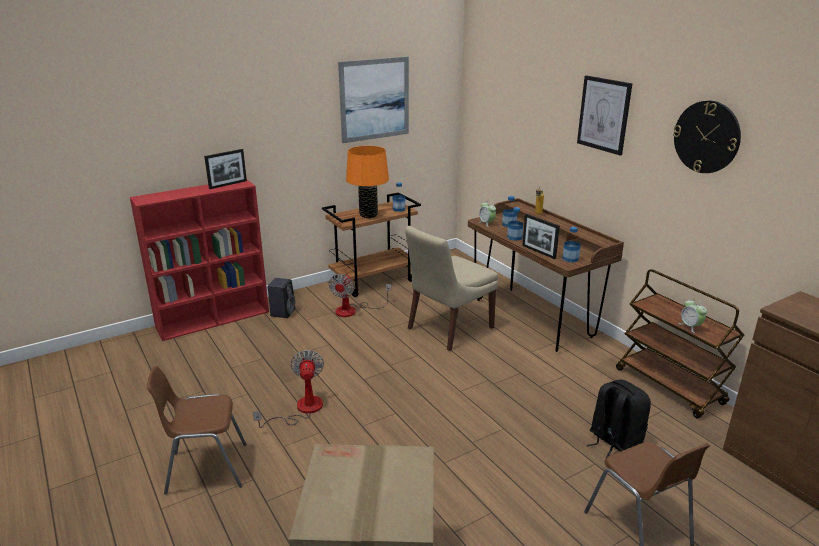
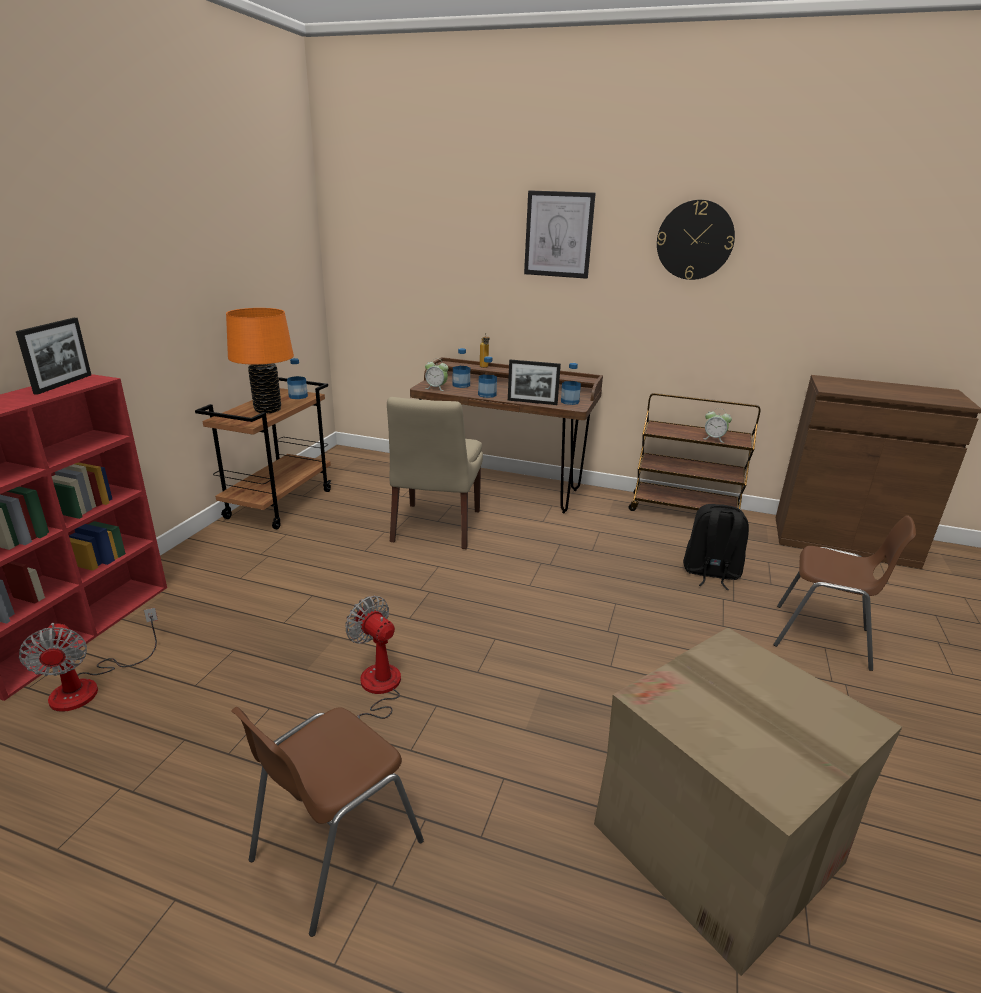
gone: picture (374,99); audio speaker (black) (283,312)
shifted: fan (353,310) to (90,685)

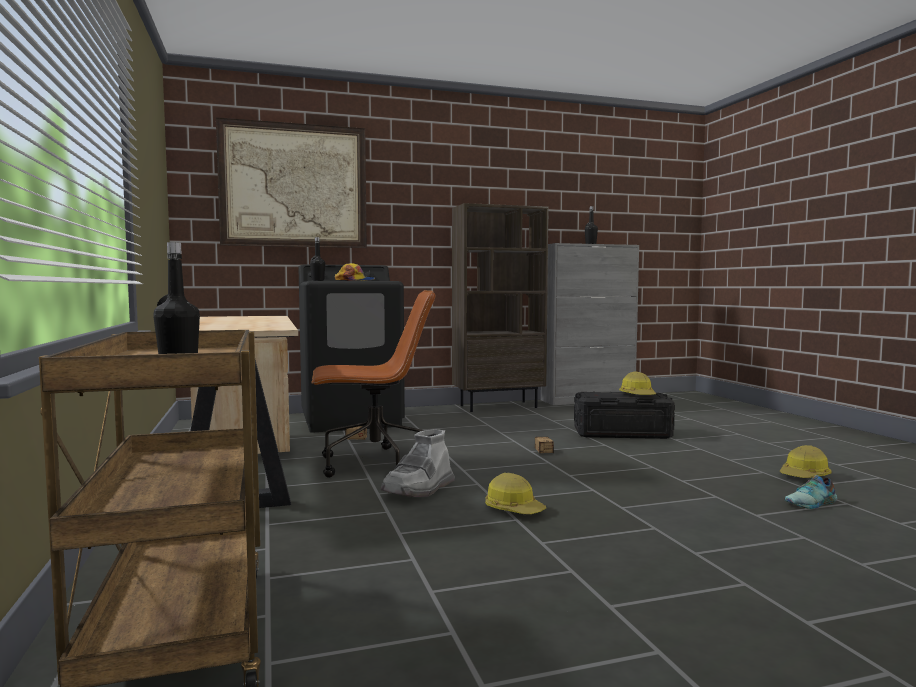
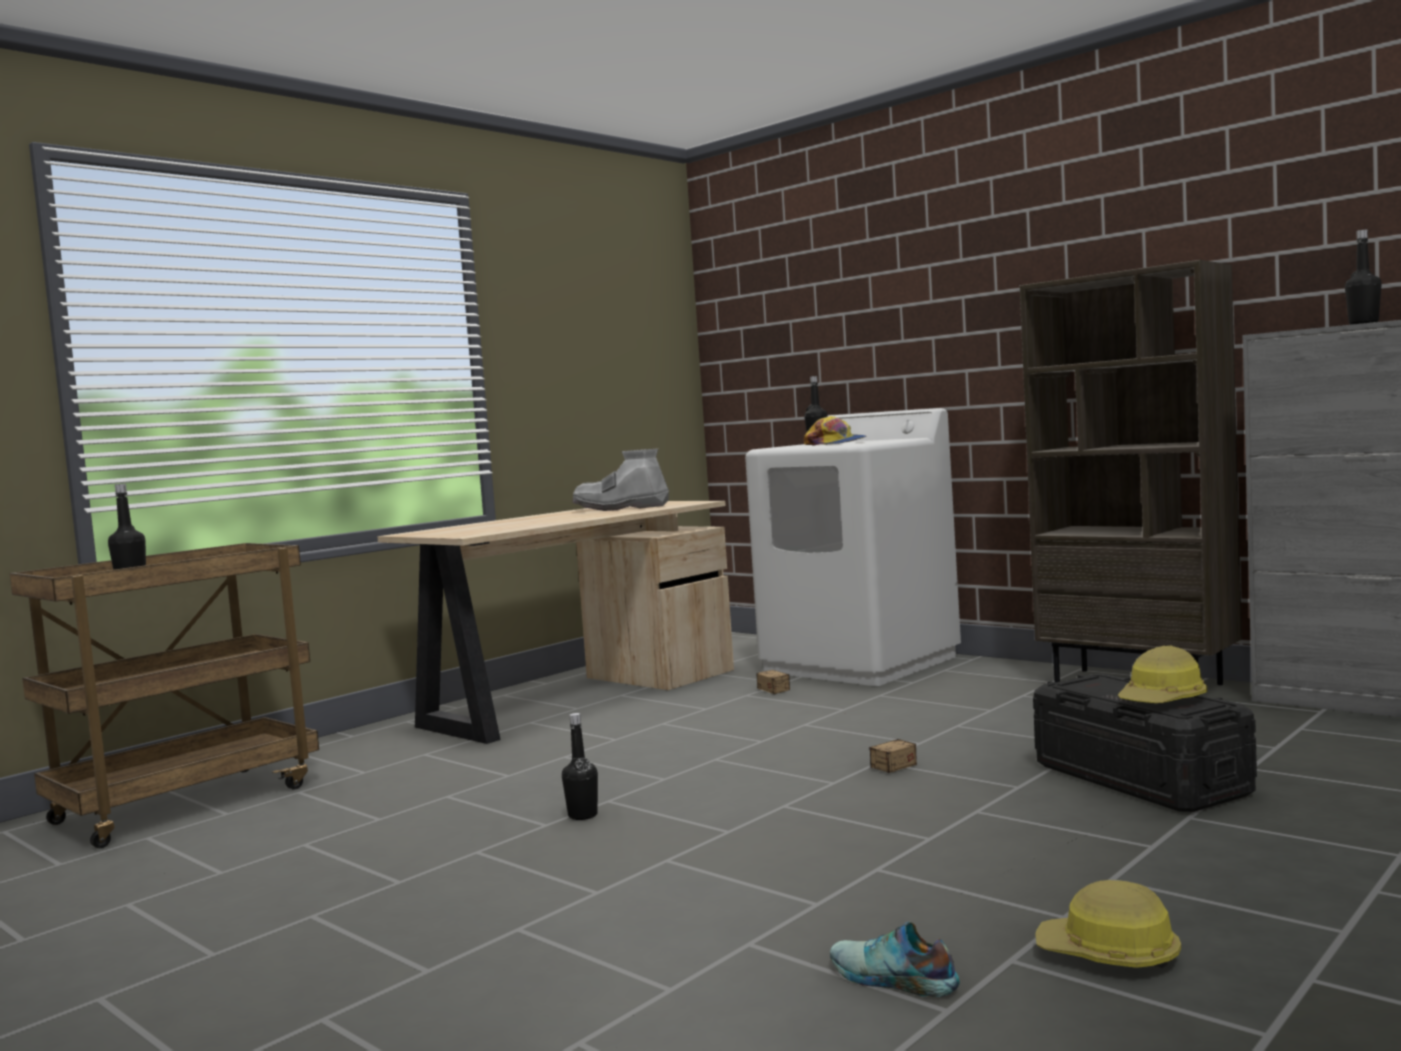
gone: picture (294,185); desk chair (brown) (373,464)
shifted: tall boot (greyish) (419,489) to (620,508)
swapped: safety helmet (514,509) to bottle (black) (583,815)
repainted: laundry machine (black) (352,420) to laundry machine (whitish) (860,664)

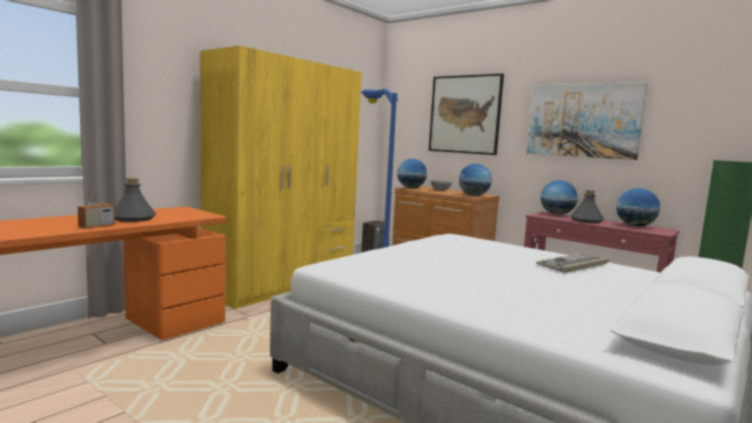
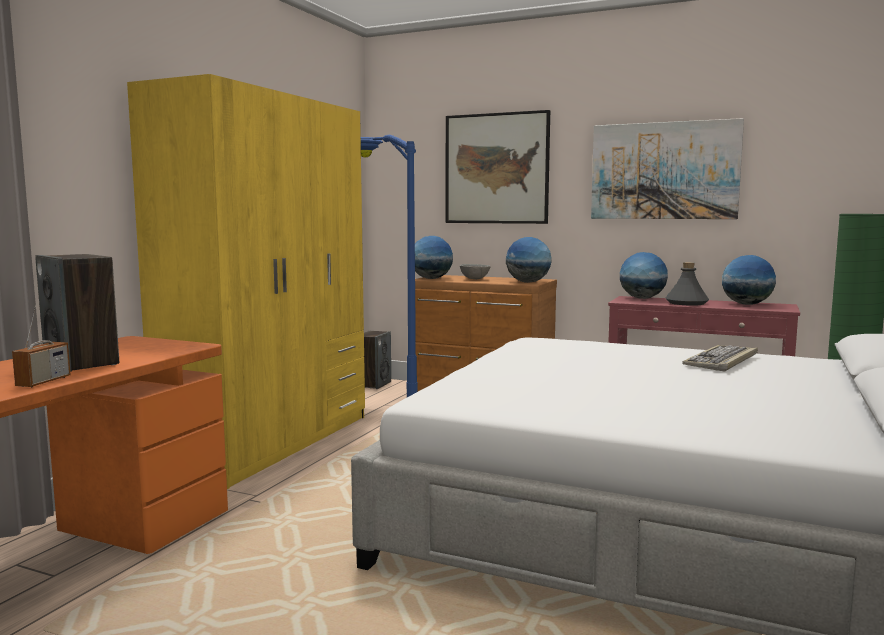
swapped: bottle (greyish) (133,218) to audio speaker (82,363)

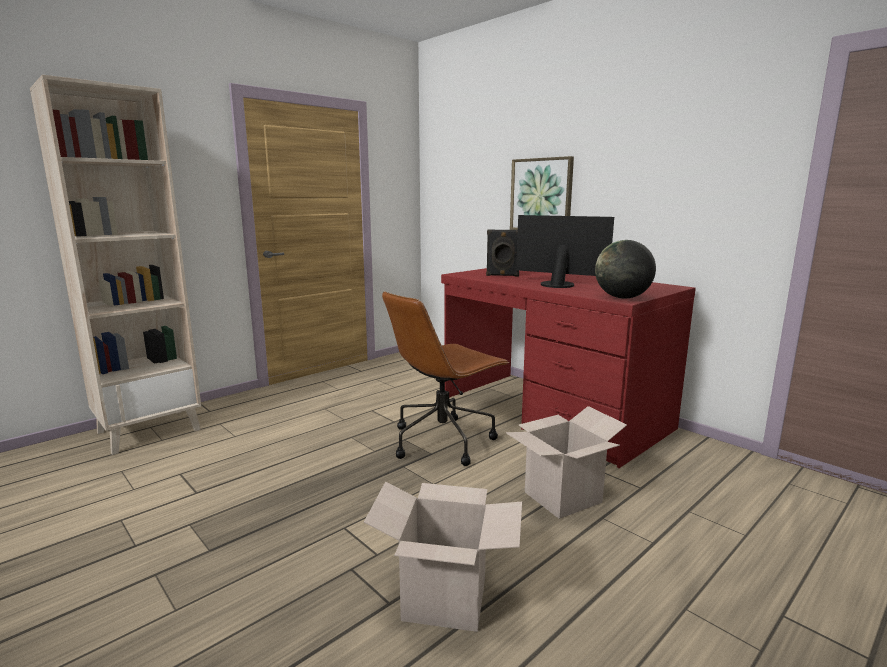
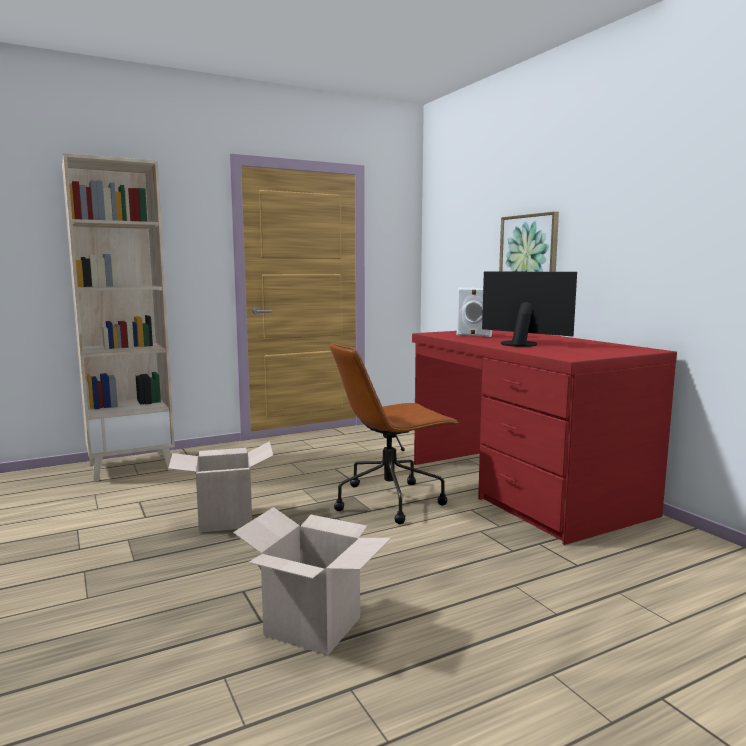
gone: desk globe (622,298)
shifted: packing box (562,497) to (225,520)
repainted: audio speaker (black) (502,275) to audio speaker (whitish) (473,335)

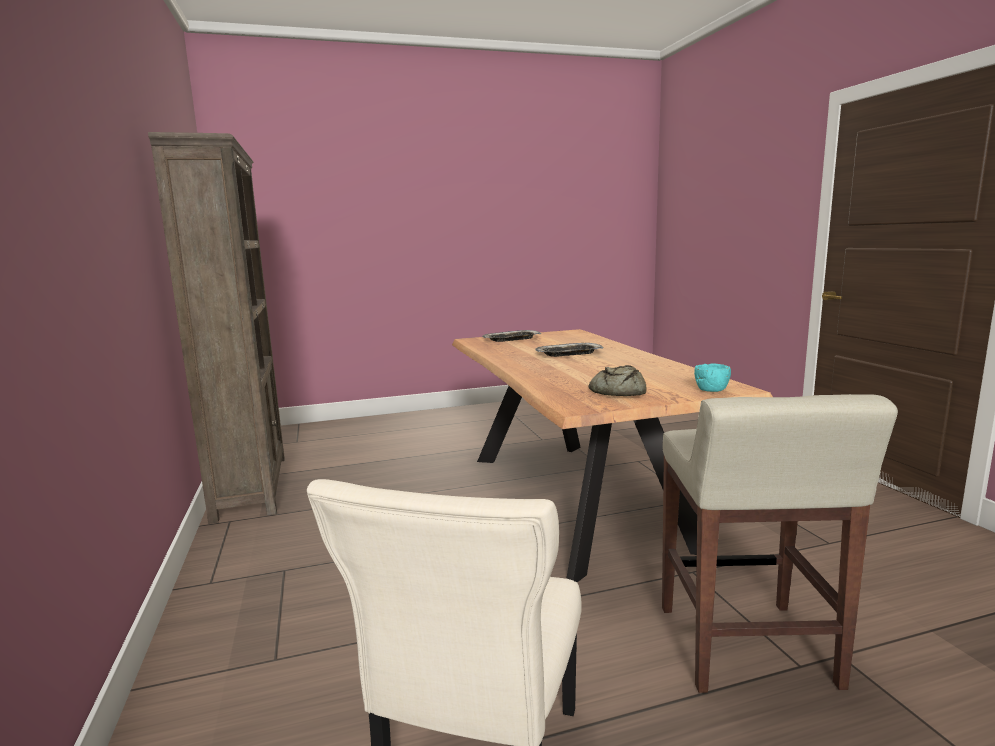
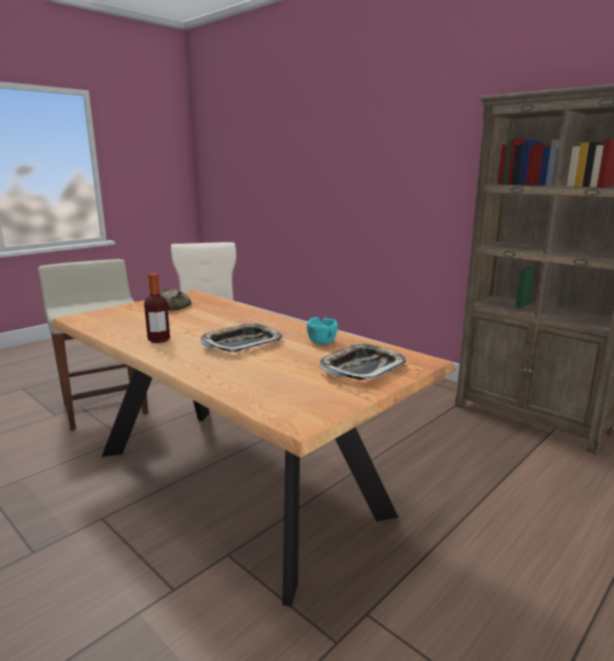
new: bottle (159,340)
shifted: deep dish (blue-green) (711,390) to (321,342)

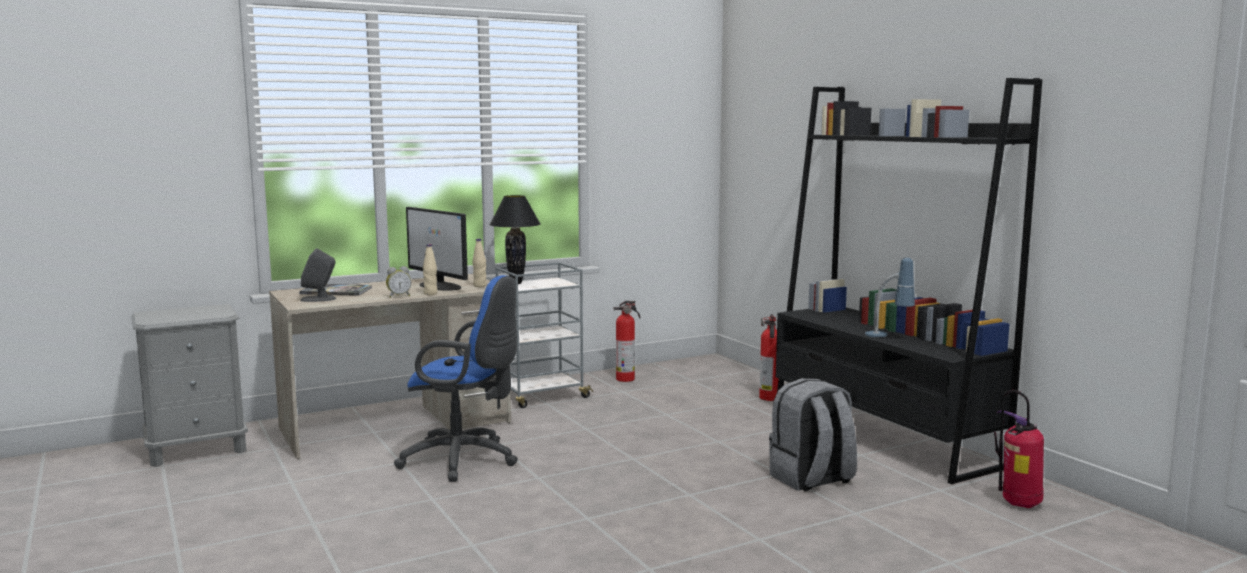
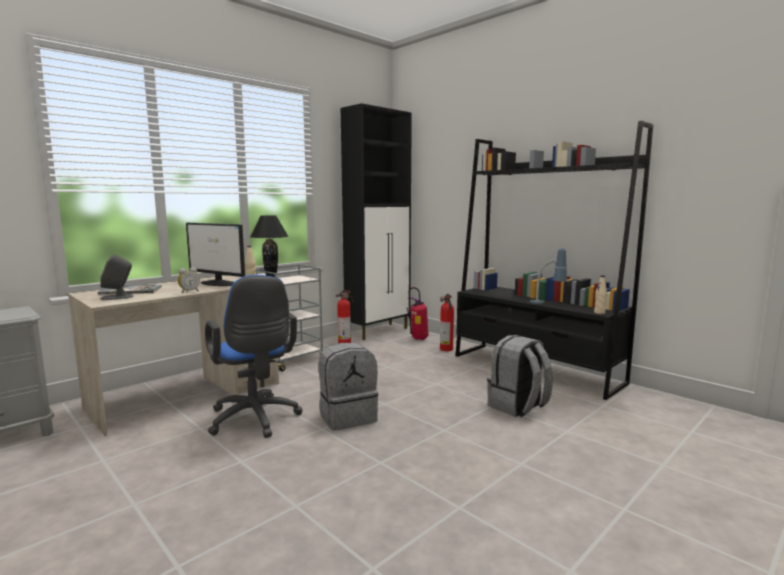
new: cupboard (black) (378,331); rucksack (greyish) (348,417)
shifted: bottle (sand-coloured) (430,294) to (599,313); extinguisher (1018,504) to (418,339)
rotated: desk chair (blue-coloured) (465,460) = (255,420) 60 degrees clockwise

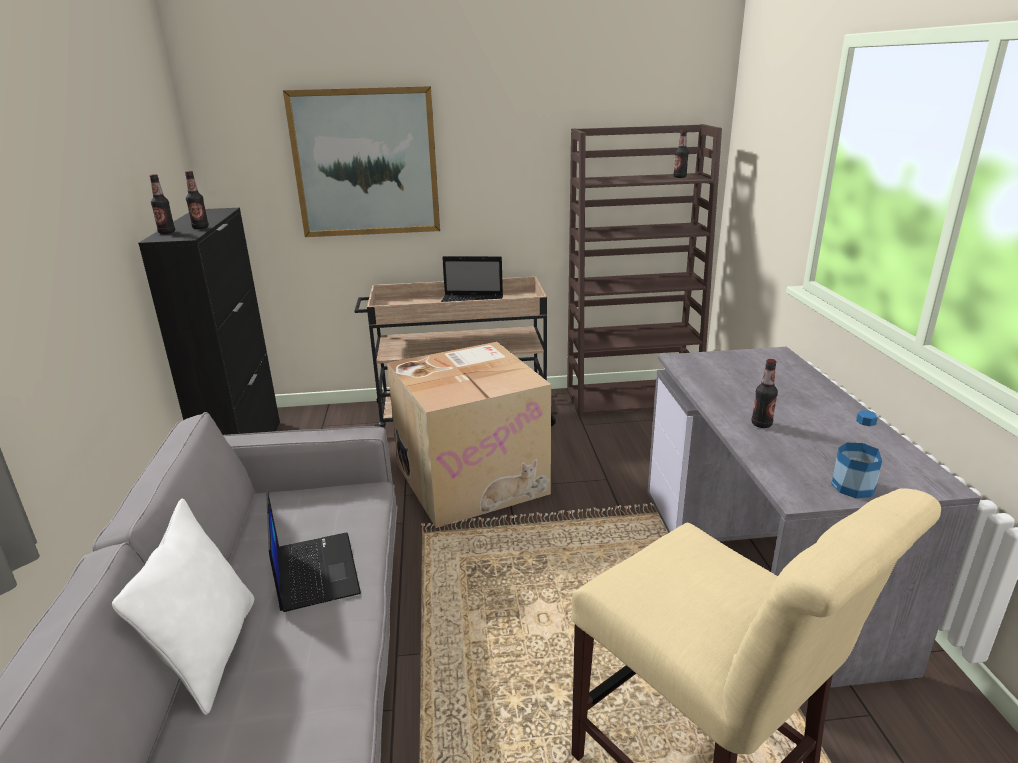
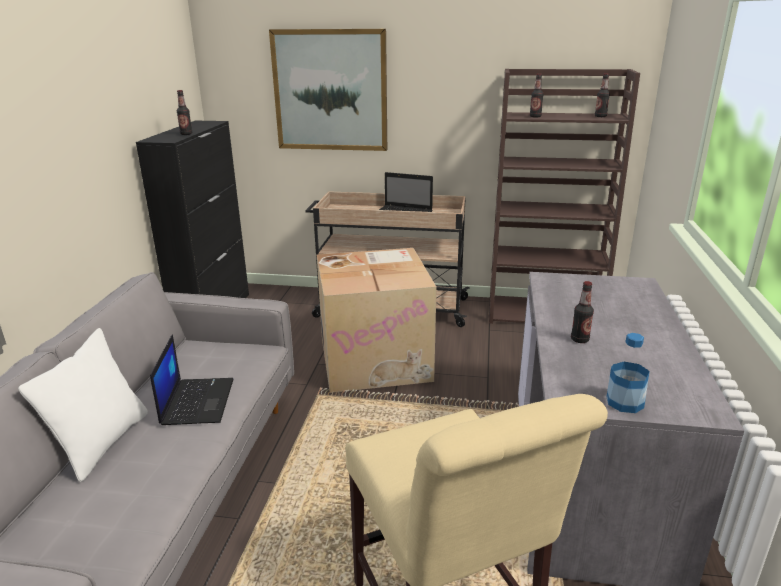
shifted: bottle (167,232) to (535,116)

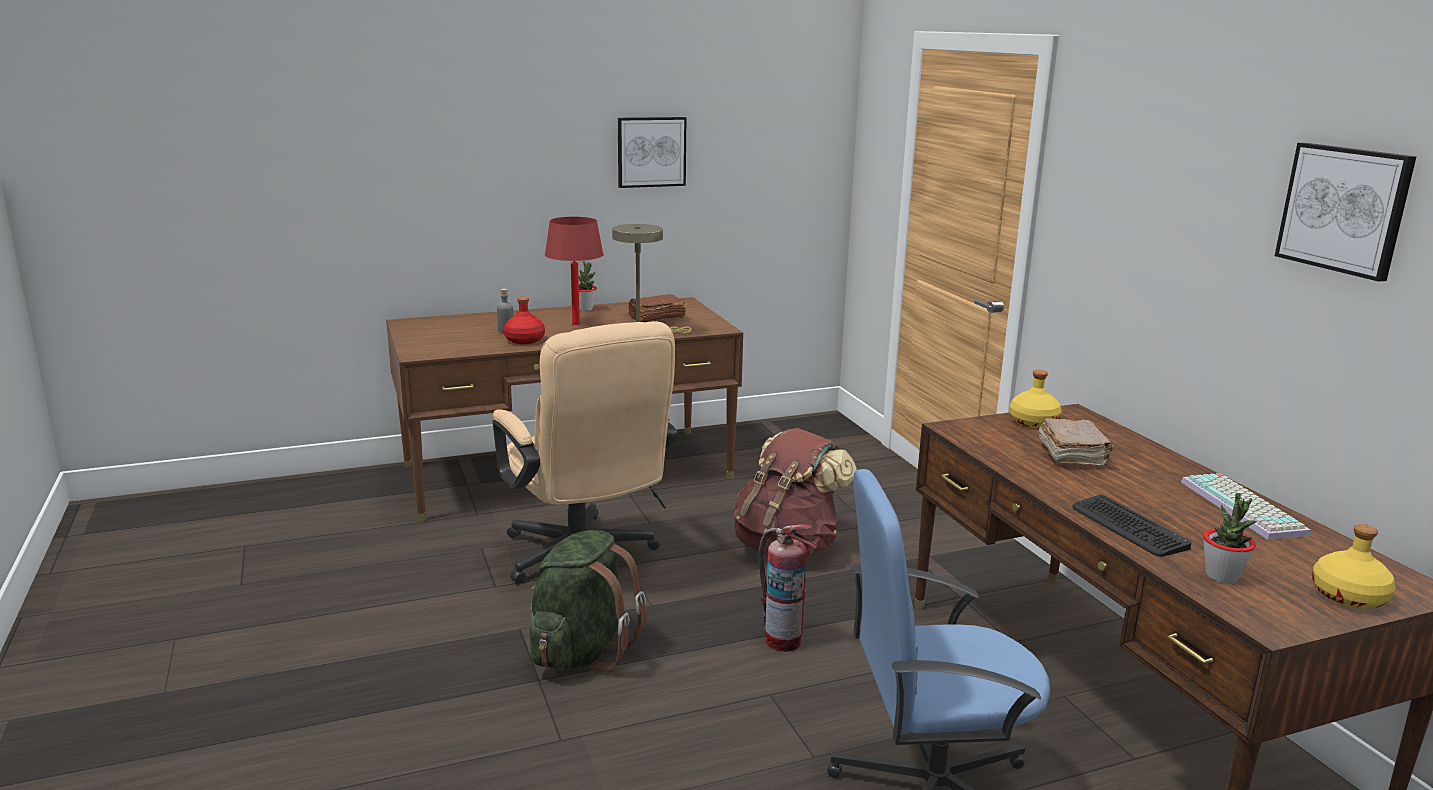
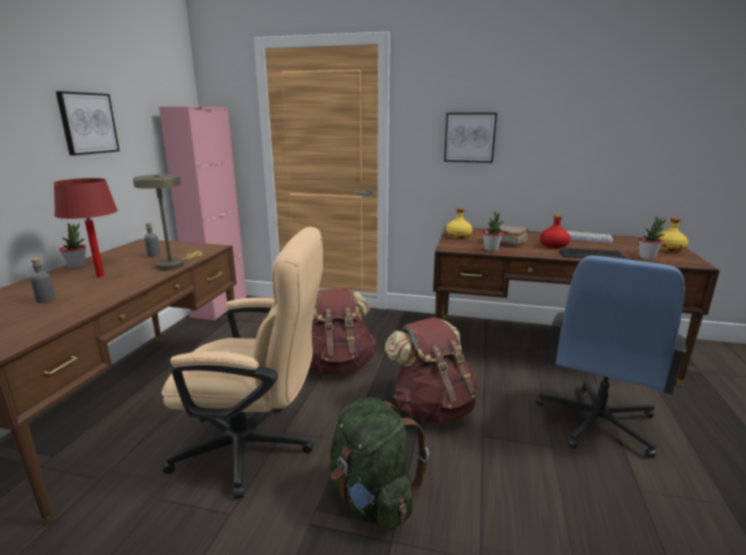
new: cupboard (pinkish) (219,307); potted plant (491,249)
shifted: picture (1344,209) to (469,137); bottle (reddish) (524,340) to (553,245)
swapped: volume (brown) (656,318) to bottle (greyish) (153,255); extinguisher (783,640) to rucksack (brown) (432,408)

